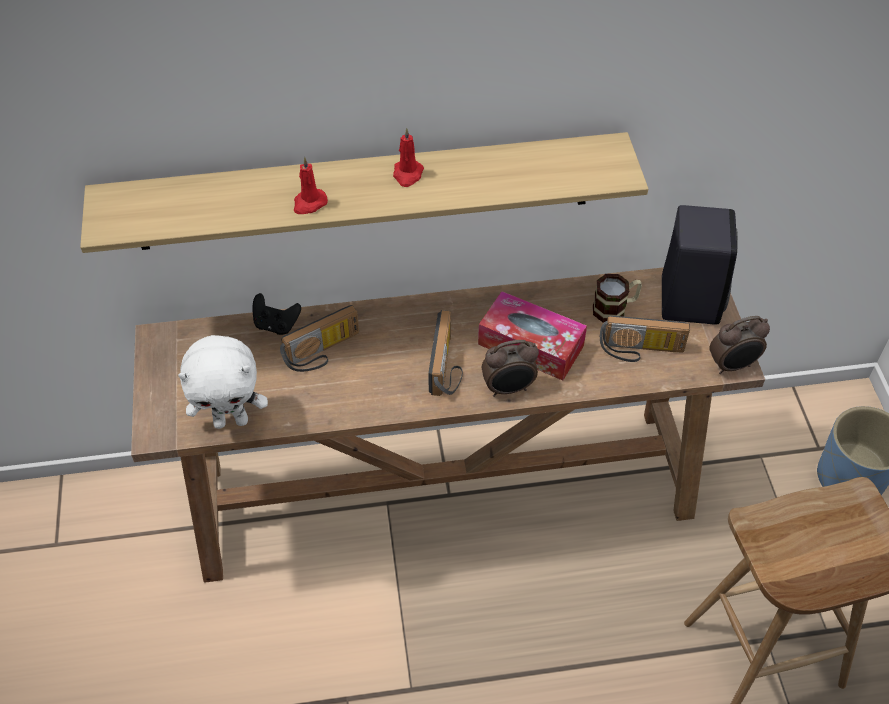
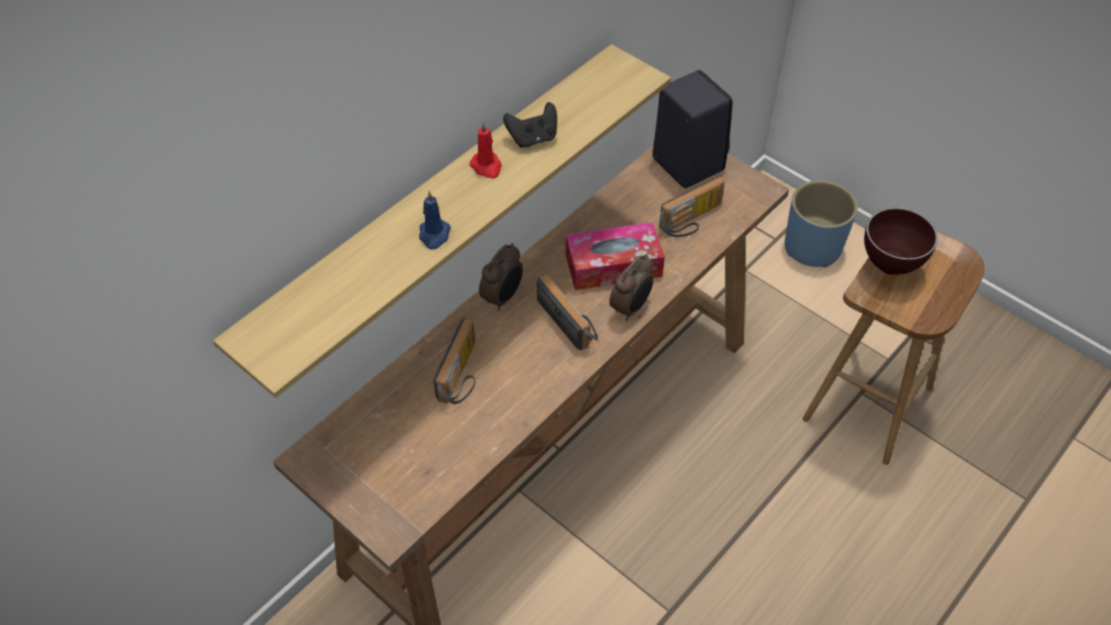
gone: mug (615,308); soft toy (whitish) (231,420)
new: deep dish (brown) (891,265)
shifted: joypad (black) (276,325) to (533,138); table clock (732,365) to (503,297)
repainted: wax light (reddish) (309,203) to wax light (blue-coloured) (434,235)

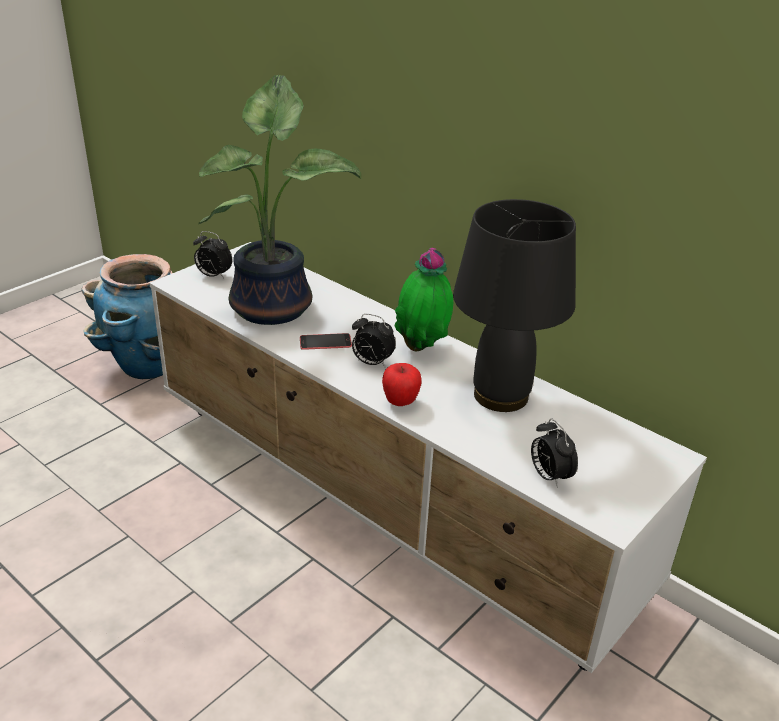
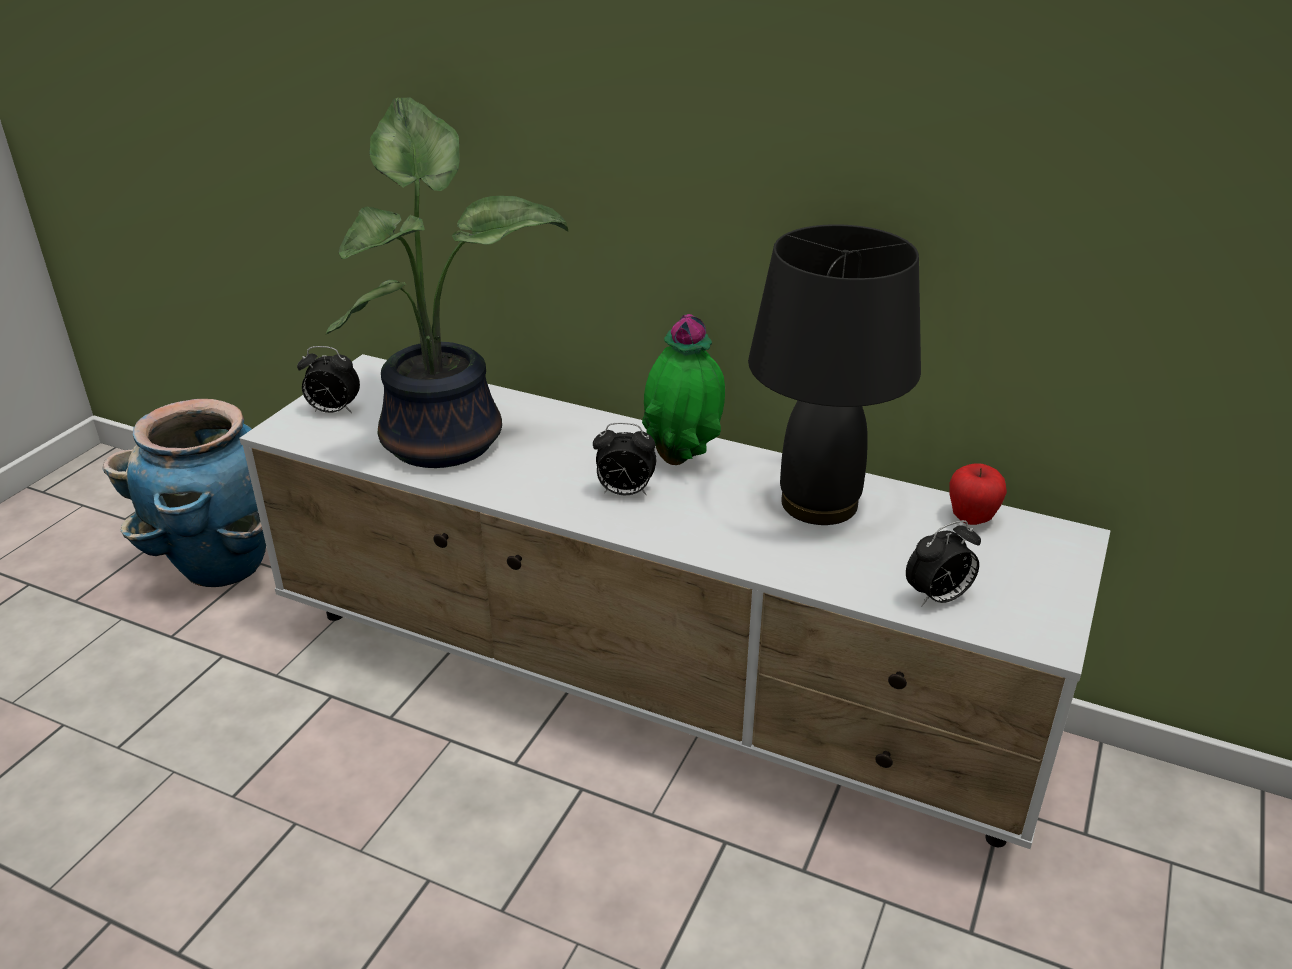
gone: telephone (325,342)
shifted: whole apple (400,402) to (971,519)
rotated: table clock (549,476) = (938,598) 75 degrees counterclockwise

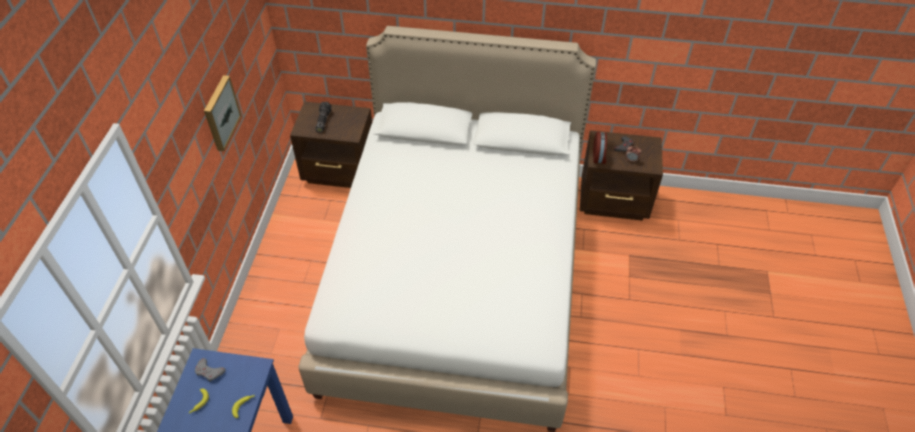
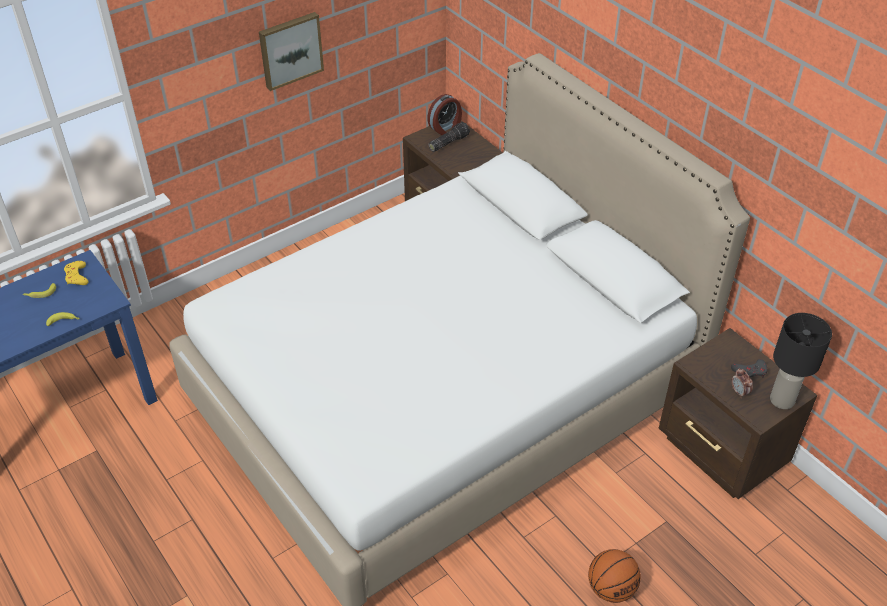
new: table lamp (black) (782,400); basketball ball (611,589)
shifted: table clock (599,156) to (445,127)
repainted: joypad (greyish) (209,371) to joypad (yellow) (77,276)

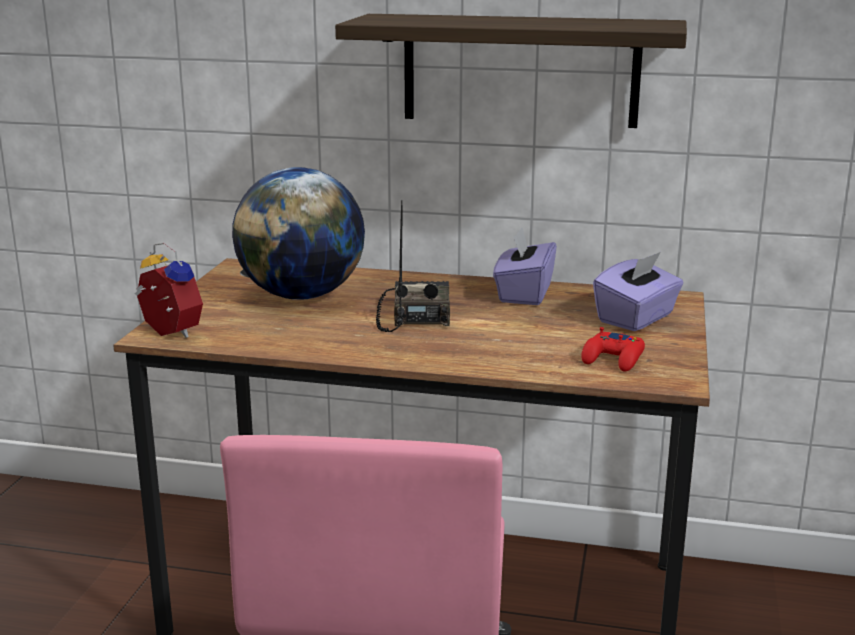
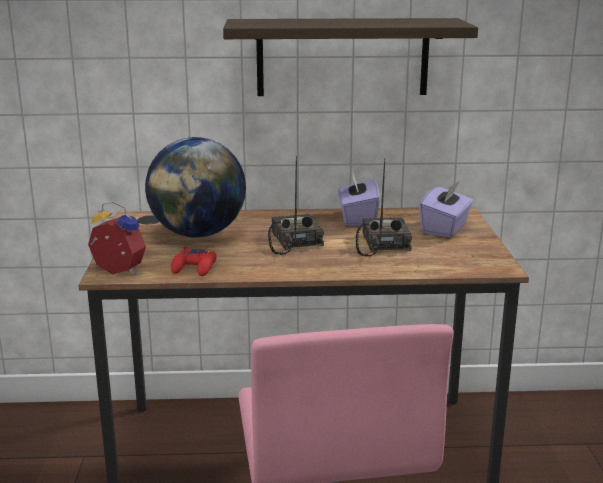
new: radio (381,244)
shifted: joypad (reddish) (613,359) to (195,268)

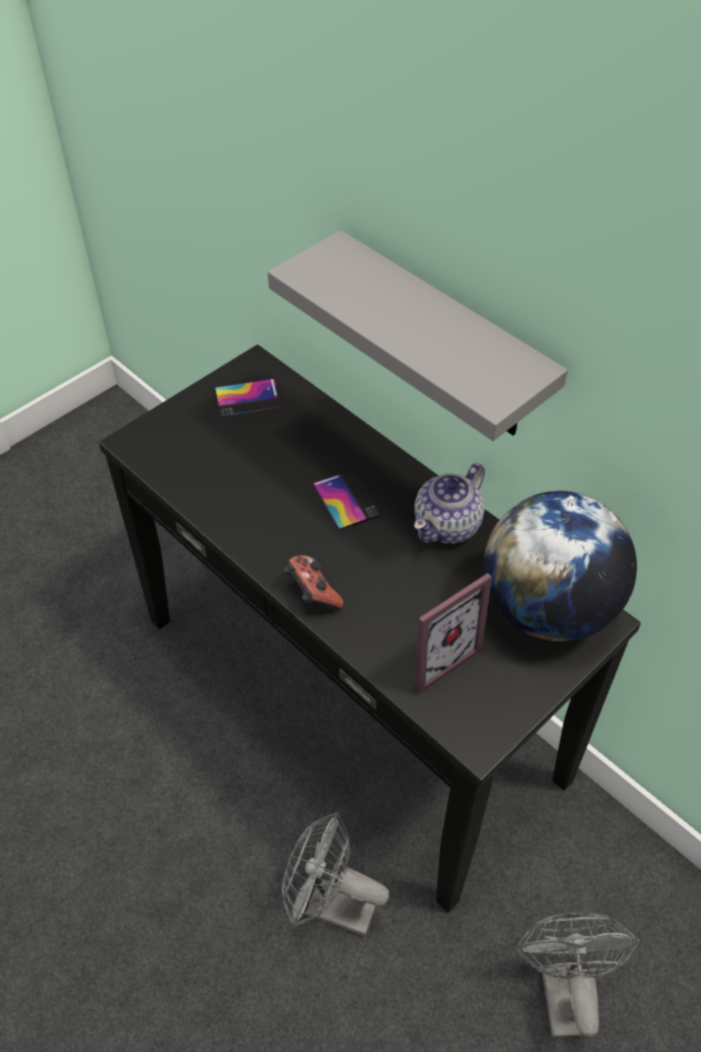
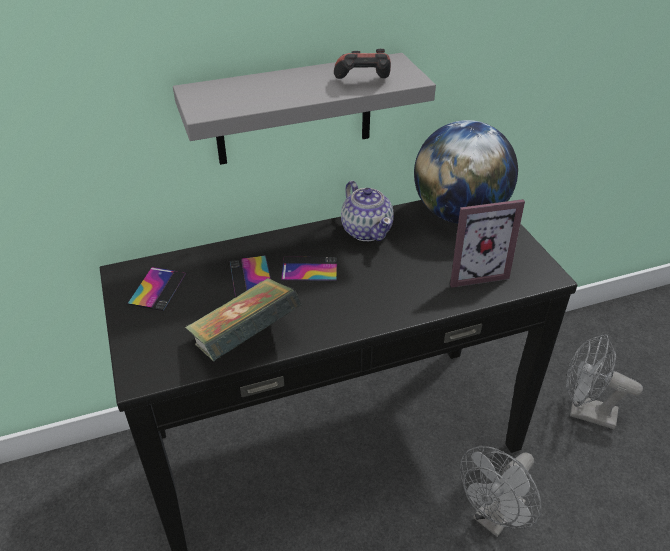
new: telephone (251,276); volume (245,341)
shifted: joypad (312,594) to (363,83)
rotated: standing frame (434,656) = (473,272) 90 degrees clockwise

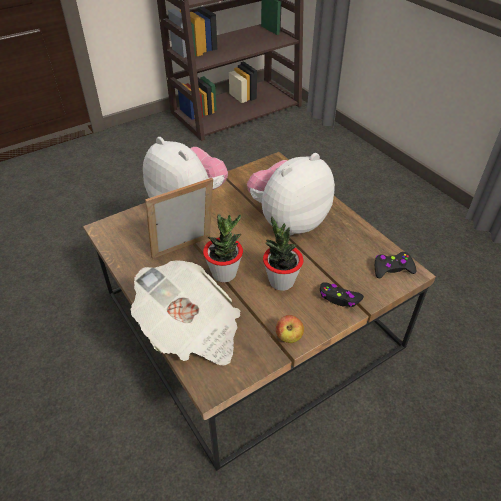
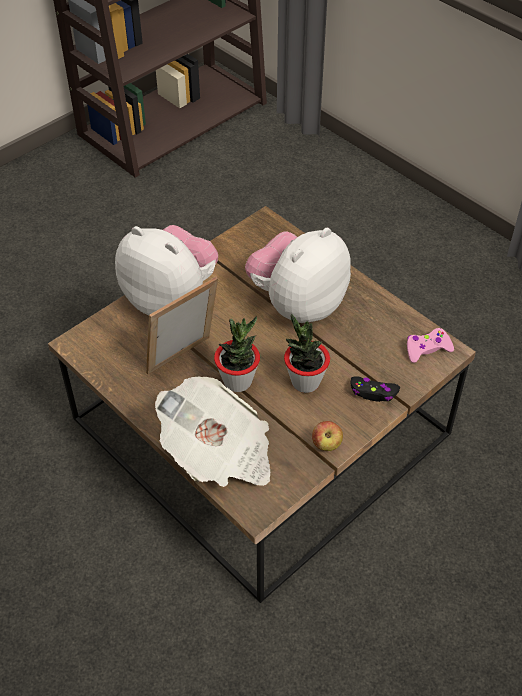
repainted: joypad (black) (392,269) to joypad (pinkish) (427,349)

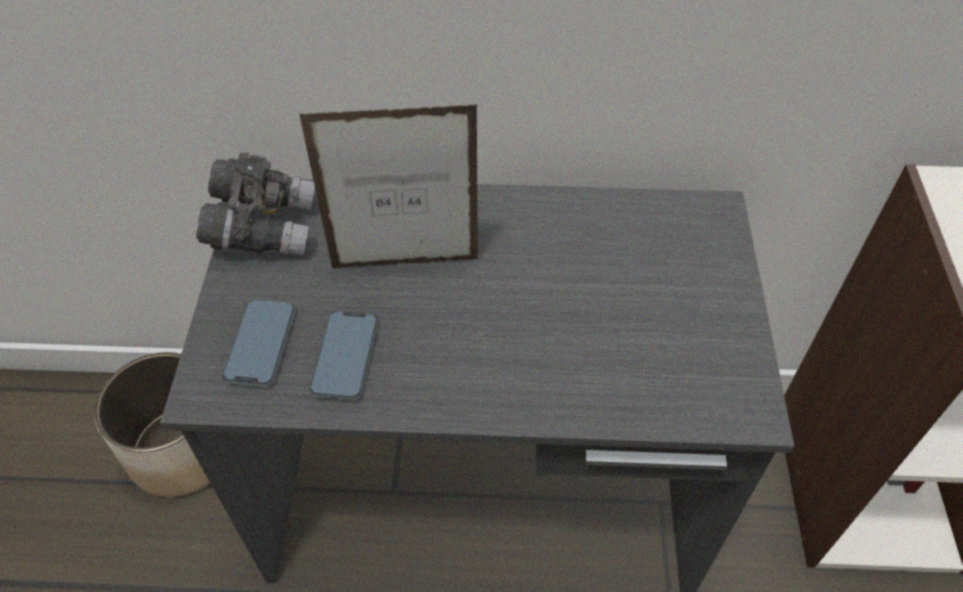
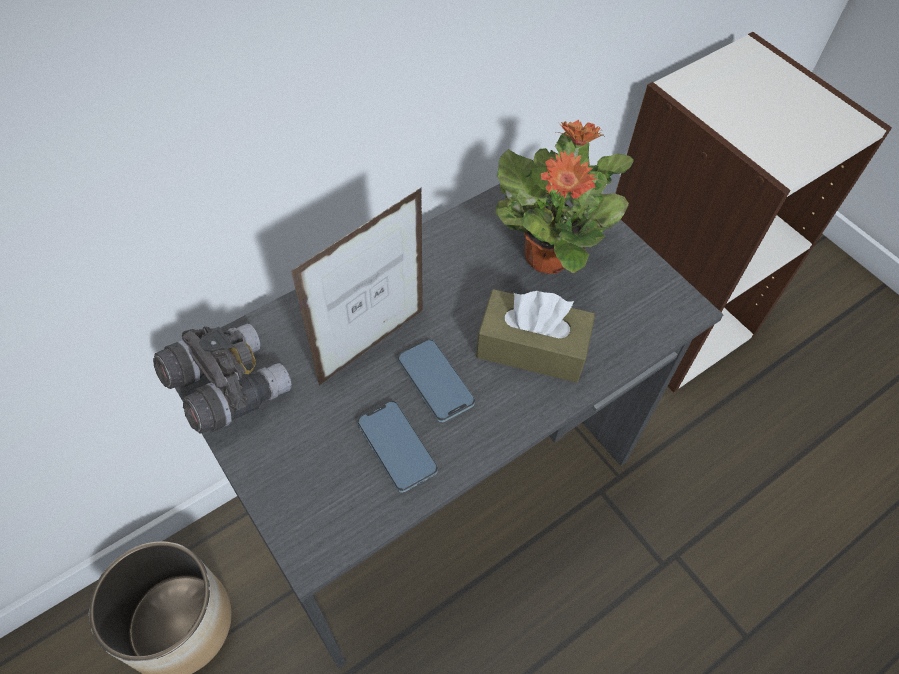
new: potted plant (548,255); box of tissues (brown) (532,348)
shifted: telephone (261,345) to (435,382)

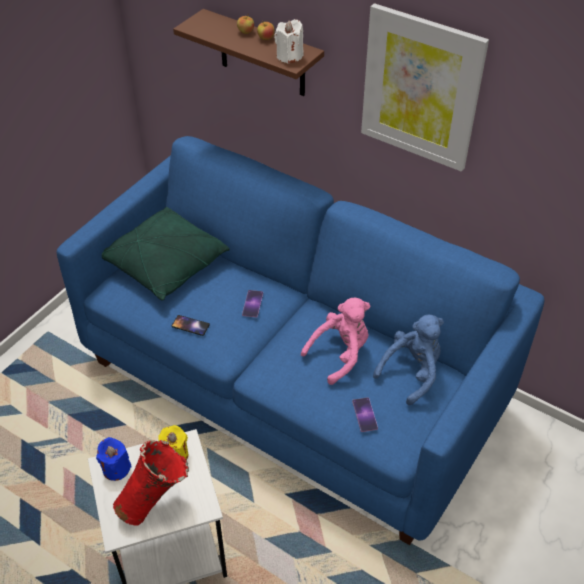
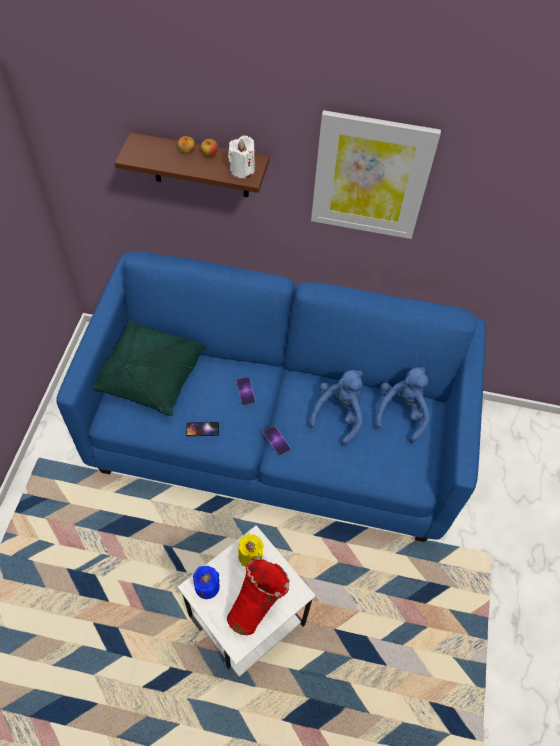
shifted: telephone (364,414) to (276,440)
repainted: soft toy (pinkish) (340,354) to soft toy (blue-coloured) (338,415)

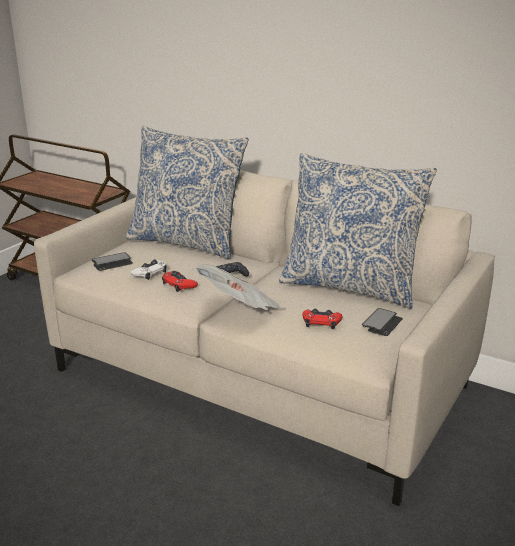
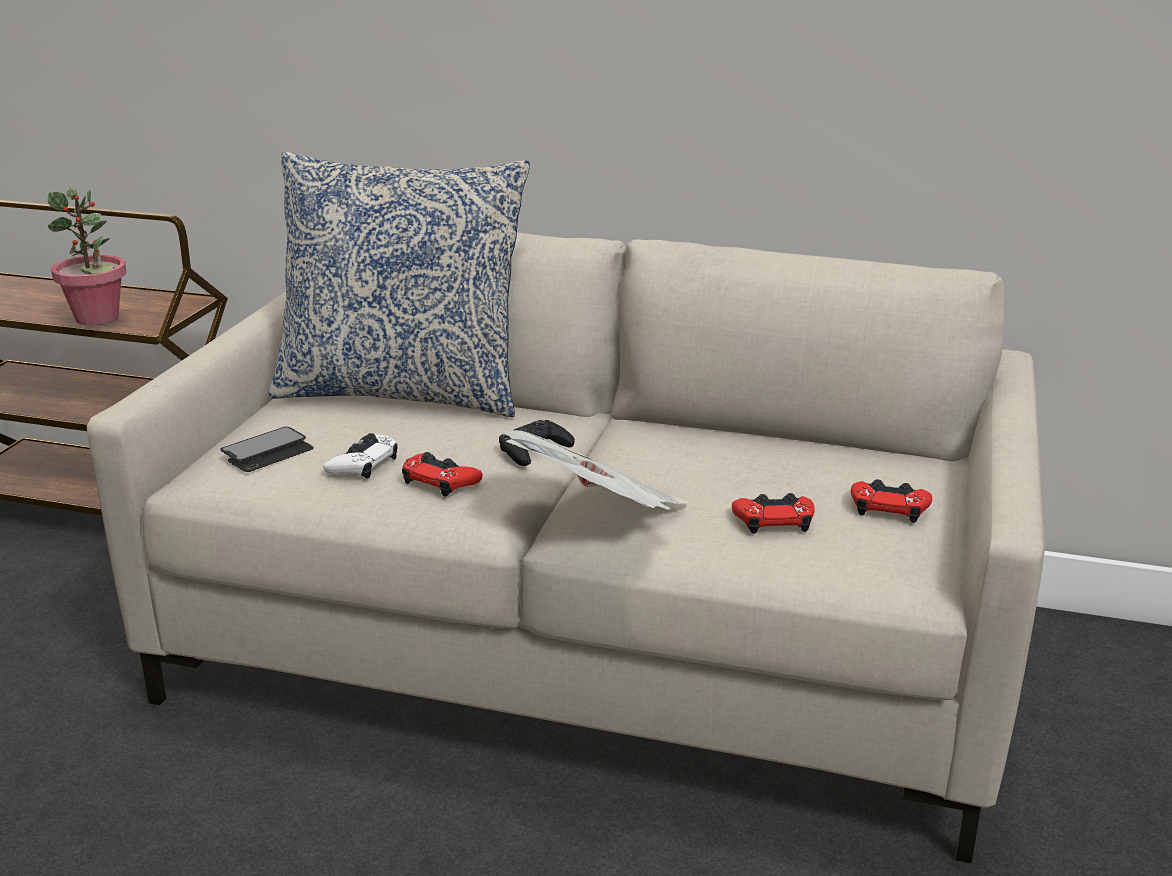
gone: throw pillow (350,286)
new: potted plant (97,318)
swapped: telephone (382,323) to joypad (reddish) (889,507)

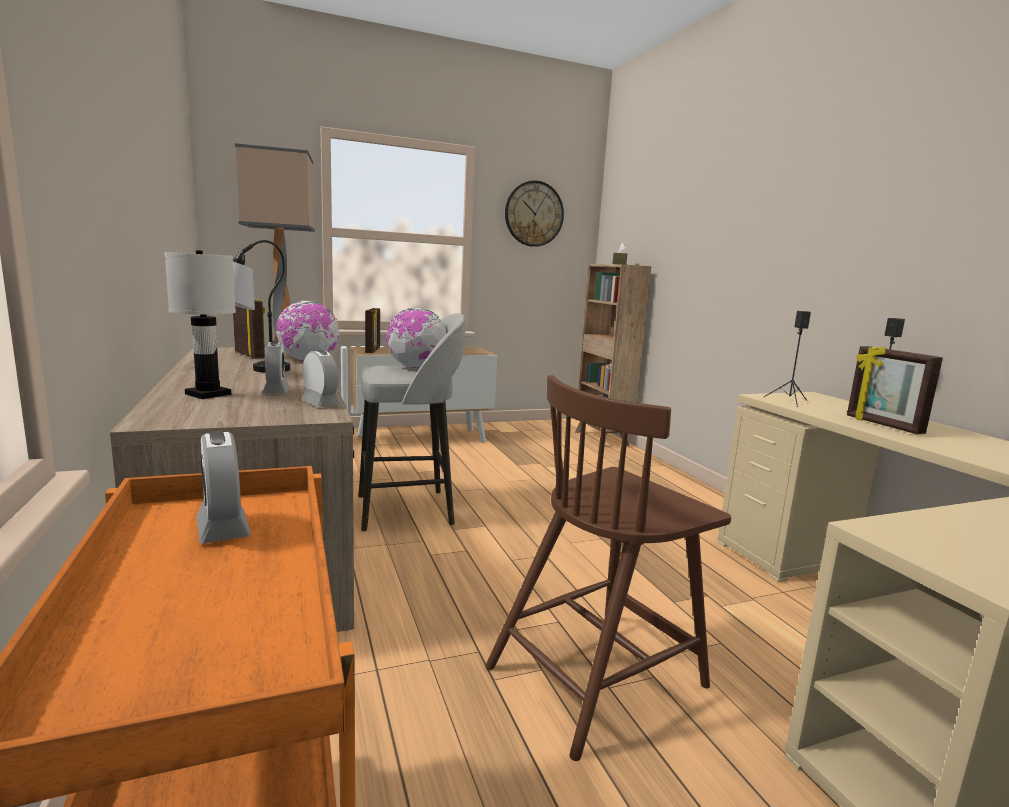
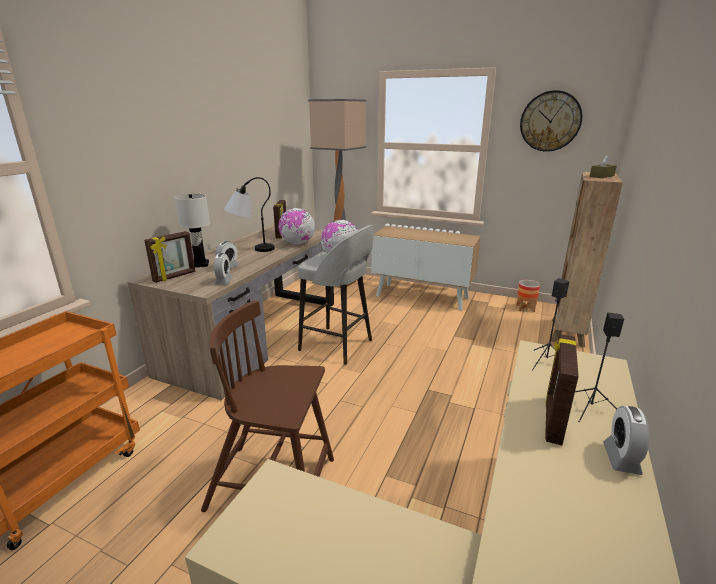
new: plant pot (525,308)
shifted: standing frame (373,350) to (175,277); table clock (223,528) to (621,458)

